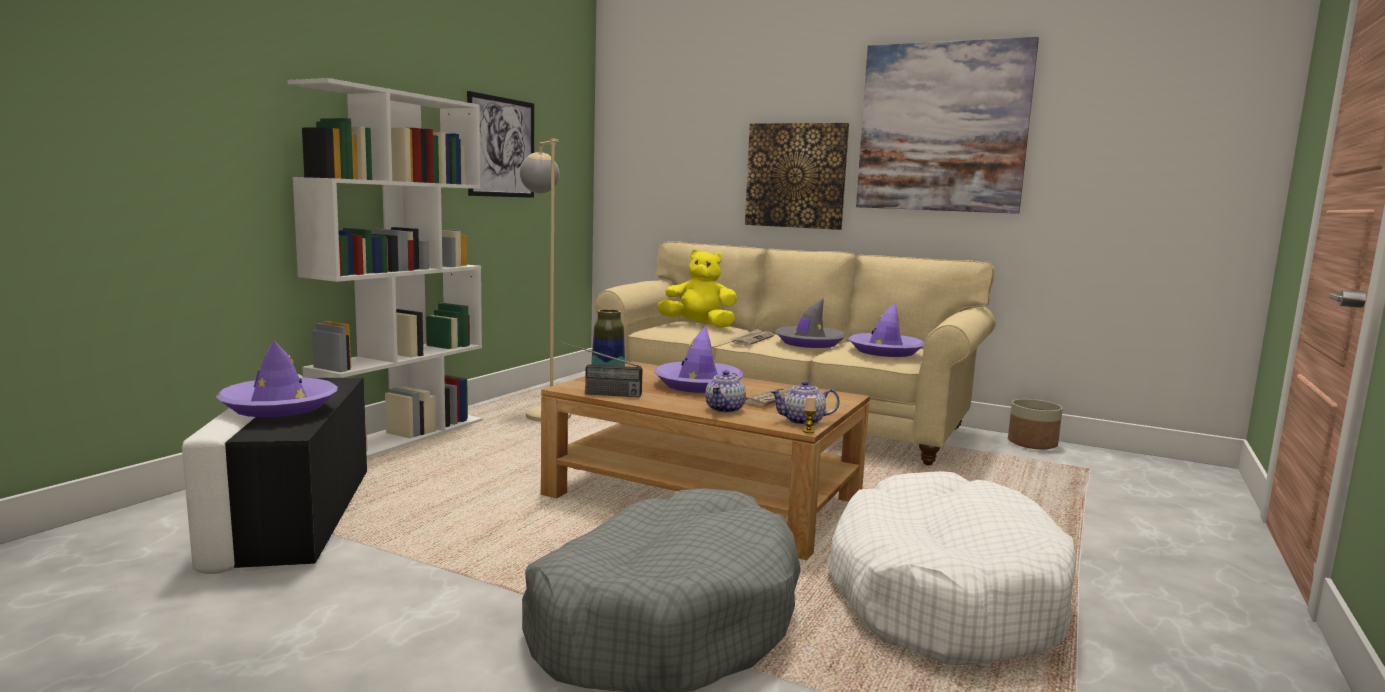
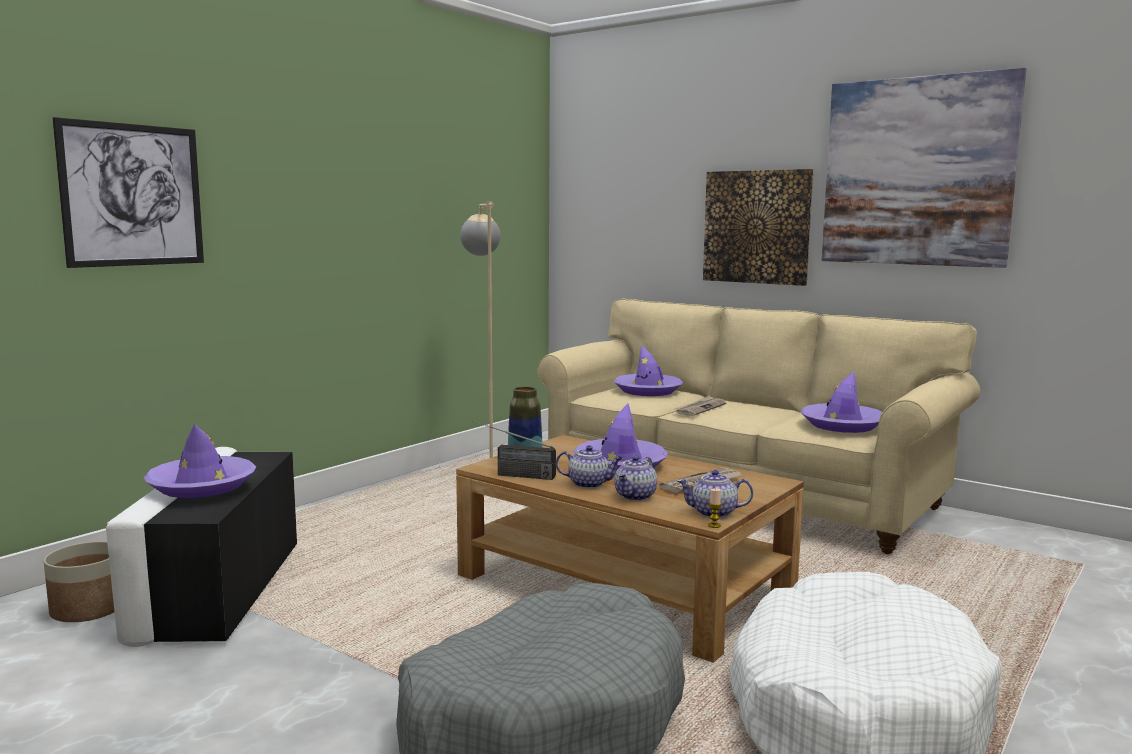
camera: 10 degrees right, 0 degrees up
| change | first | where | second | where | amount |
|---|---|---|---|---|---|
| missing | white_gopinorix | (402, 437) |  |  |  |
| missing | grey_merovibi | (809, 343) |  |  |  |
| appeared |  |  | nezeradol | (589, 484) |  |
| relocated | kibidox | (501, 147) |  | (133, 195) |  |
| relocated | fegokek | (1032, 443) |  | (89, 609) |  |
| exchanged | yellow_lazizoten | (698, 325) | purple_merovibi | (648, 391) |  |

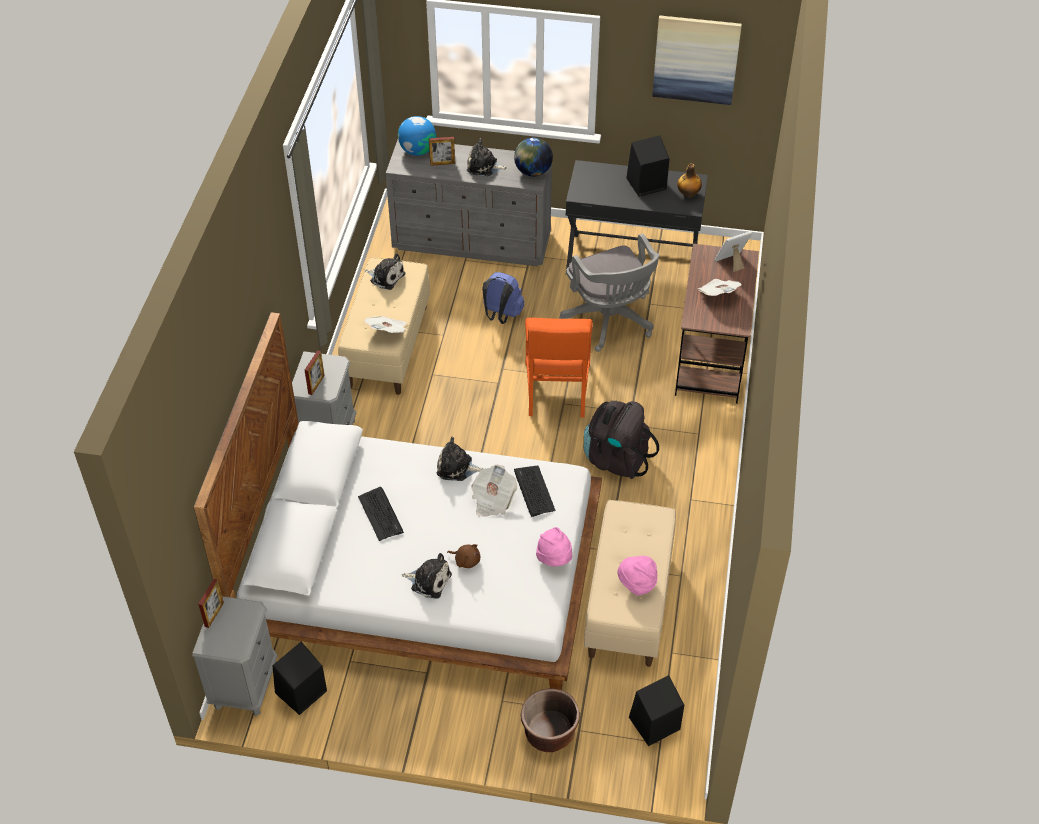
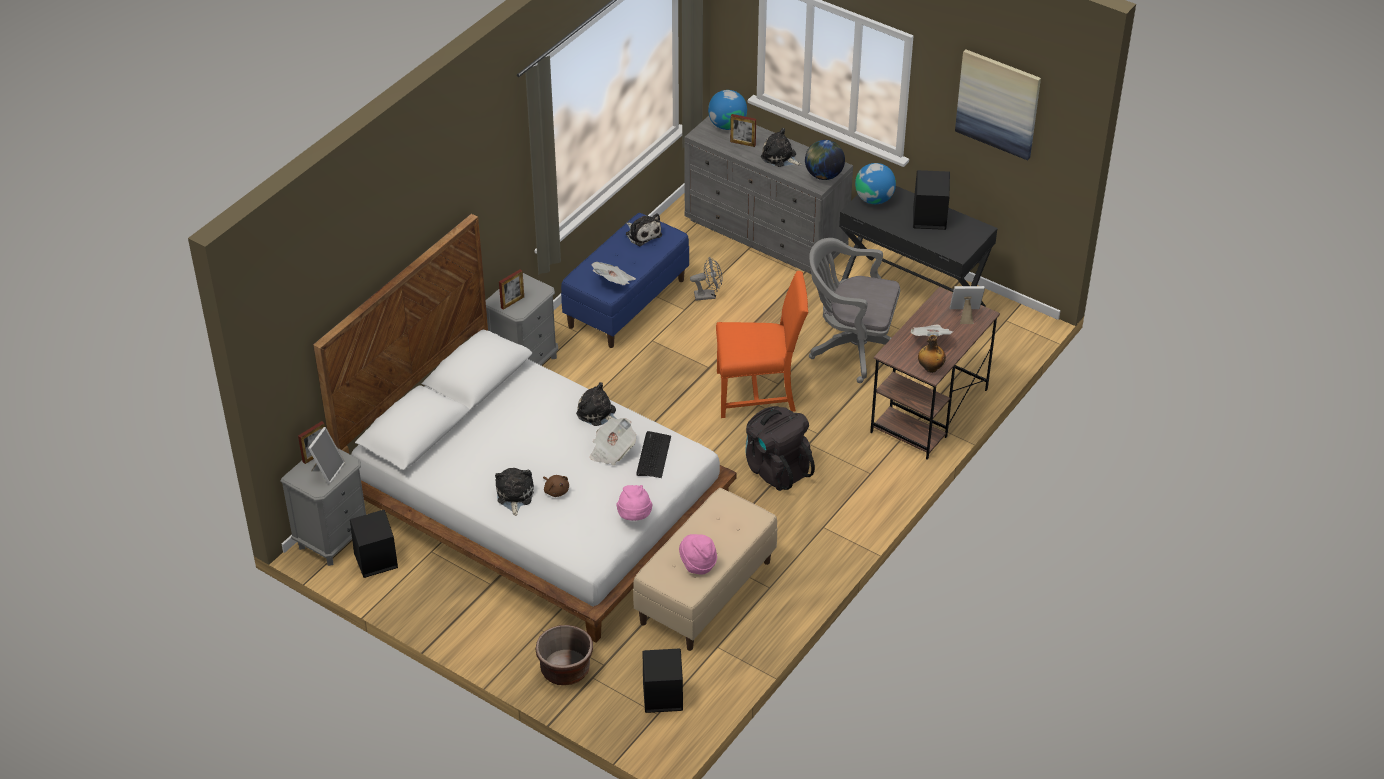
camera: 25 degrees right, 5 degrees down
| change | first | where | second | where | amount |
|---|---|---|---|---|---|
| missing | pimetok | (381, 514) |  |  |  |
| missing | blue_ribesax | (501, 315) |  |  |  |
| appeared |  |  | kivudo | (327, 470) |  |
| appeared |  |  | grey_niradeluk | (708, 295) |  |
| appeared |  |  | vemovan | (874, 199) |  |
| relocated | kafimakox | (688, 194) |  | (930, 368) |  |
| colour | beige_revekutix | (387, 346) | blue_revekutix | (626, 302) |  |
| spun | lazizoten | (429, 580) |  | (514, 496) | 135 degrees counterclockwise |
| spun | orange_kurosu | (557, 391) |  | (759, 392) | 120 degrees counterclockwise |
| spun | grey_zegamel | (610, 322) |  | (852, 347) | 105 degrees clockwise |

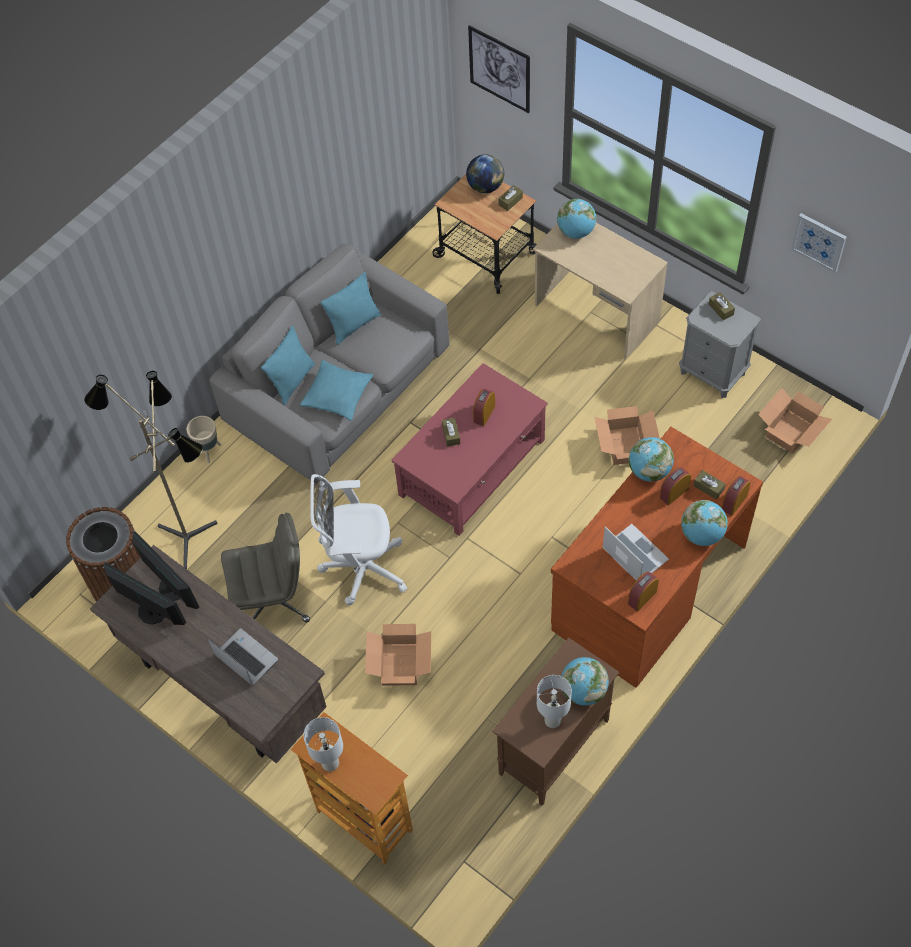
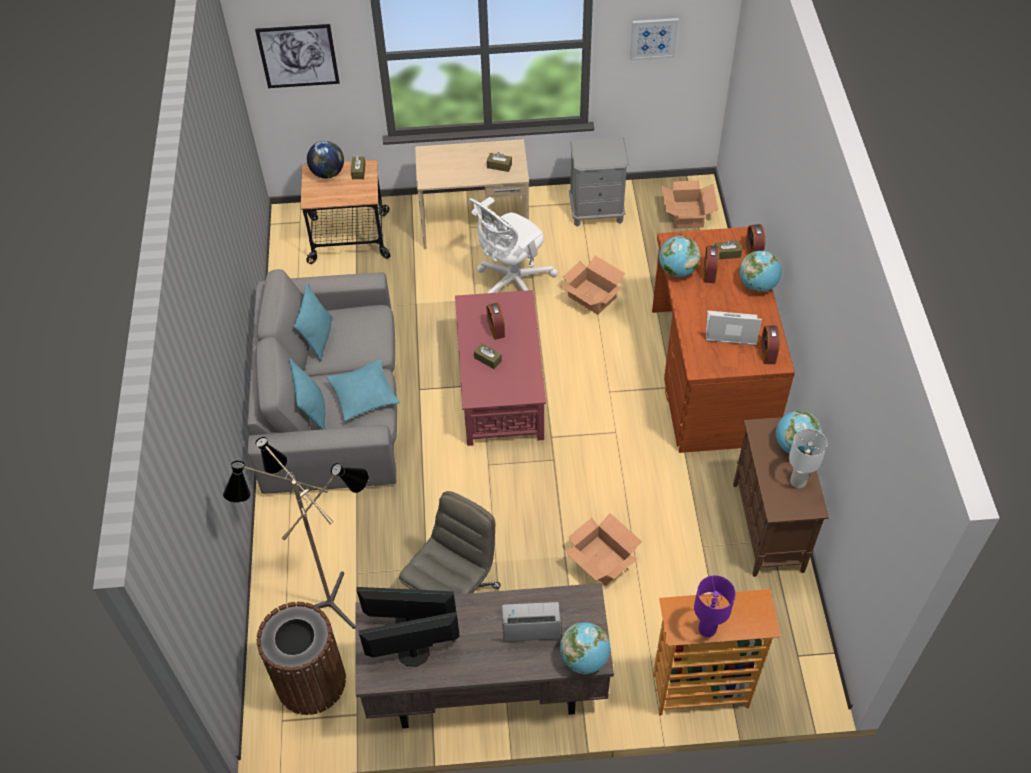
camera: 45 degrees left, 5 degrees down
| change | first | where | second | where | amount |
|---|---|---|---|---|---|
| missing | beige_fegokek | (208, 451) |  |  |  |
| relocated | white_zegamel | (360, 568) |  | (511, 283) |  |
| relocated | vemovan | (576, 232) |  | (584, 659) |  |
| relocated | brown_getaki | (721, 309) |  | (499, 166) |  |
| colour | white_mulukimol | (331, 763) | purple_mulukimol | (707, 628) |  |

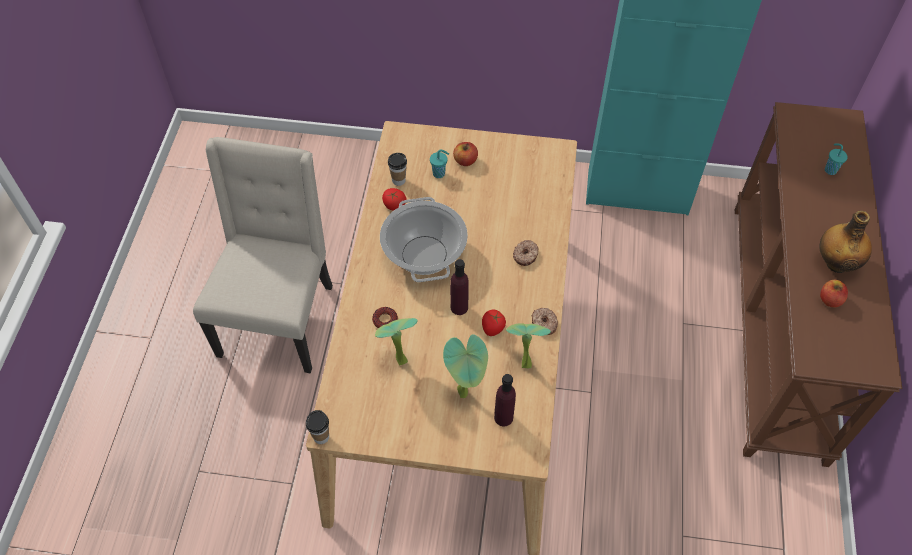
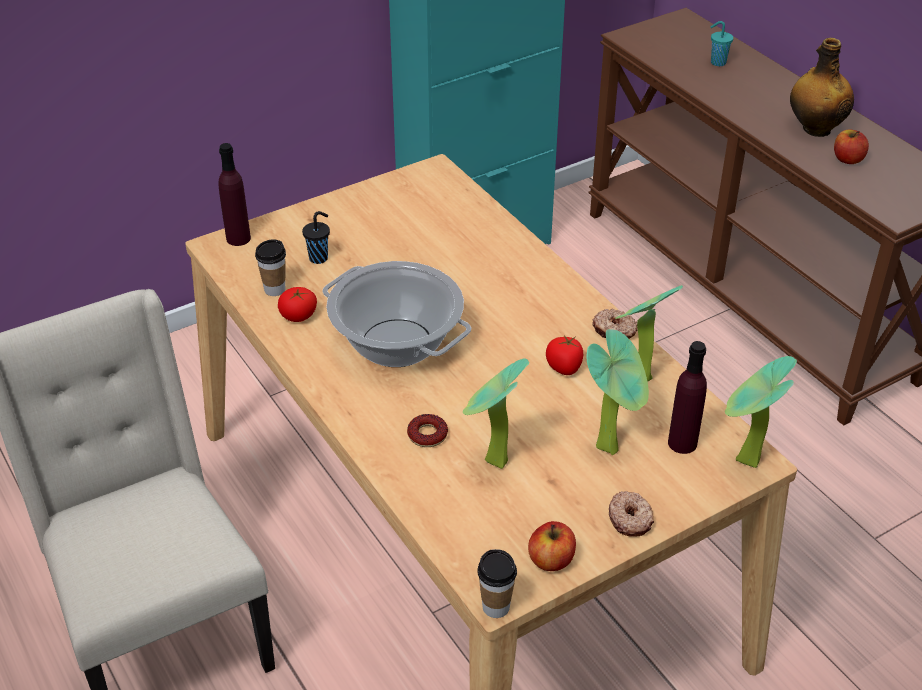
camera: 40 degrees left, 15 degrees down
| change | first | where | second | where | amount |
|---|---|---|---|---|---|
| appeared |  |  | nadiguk | (744, 463) |  |
| relocated | purple_kafimakox | (459, 307) |  | (238, 238) |  |
| relocated | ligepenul | (465, 161) |  | (551, 560) |  |
| relocated | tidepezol | (526, 255) |  | (630, 519) |  |
| colour | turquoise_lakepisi | (439, 173) | black_lakepisi | (319, 258) |  |

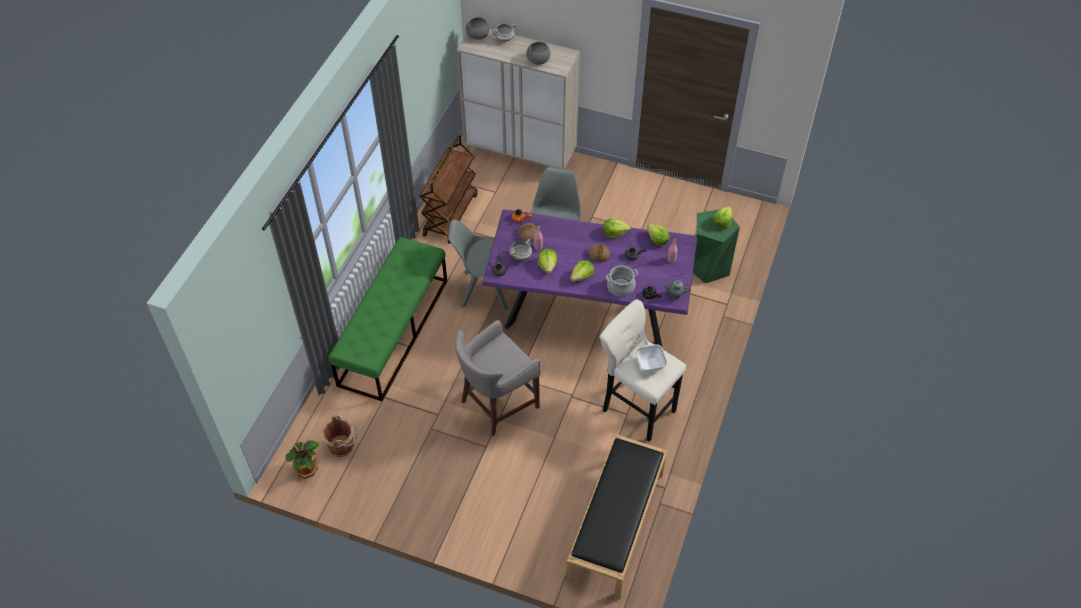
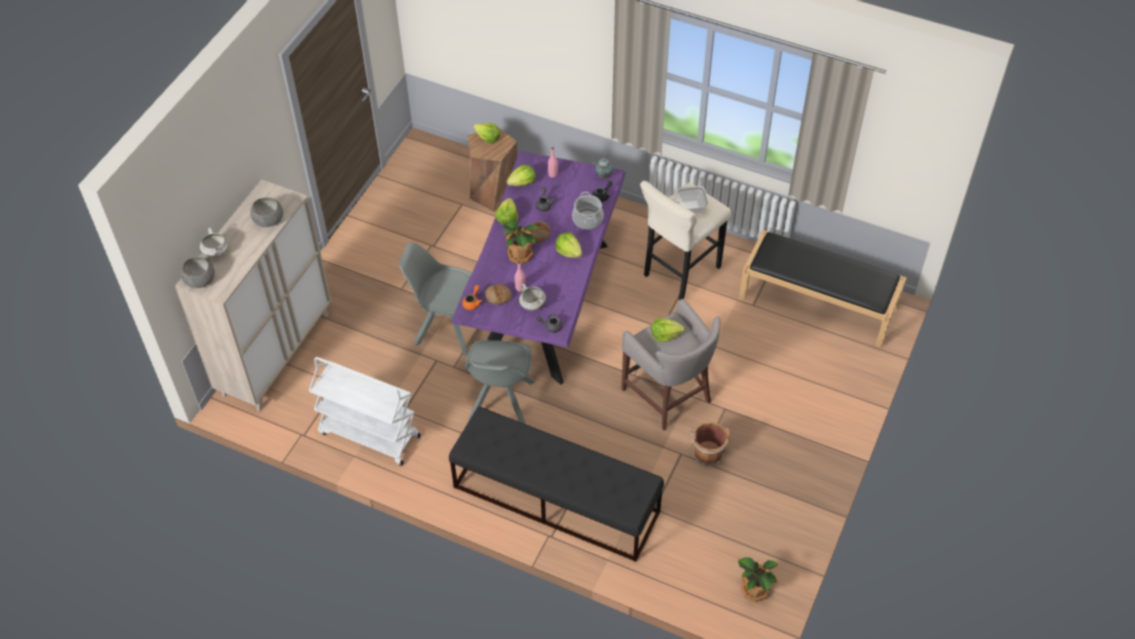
camera: 85 degrees left, 0 degrees up
| change | first | where | second | where | amount |
|---|---|---|---|---|---|
| appeared |  |  | nadiguk | (520, 255) |  |
| relocated | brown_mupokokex | (342, 445) |  | (707, 452) |  |
| relocated | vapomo | (548, 265) |  | (665, 334) |  |
| colour | green_revekutix | (394, 331) | black_revekutix | (555, 499) |  |
| colour | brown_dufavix | (450, 214) | white_dufavix | (368, 435) |  |
| colour | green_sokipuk | (708, 266) | brown_sokipuk | (494, 193) |  |

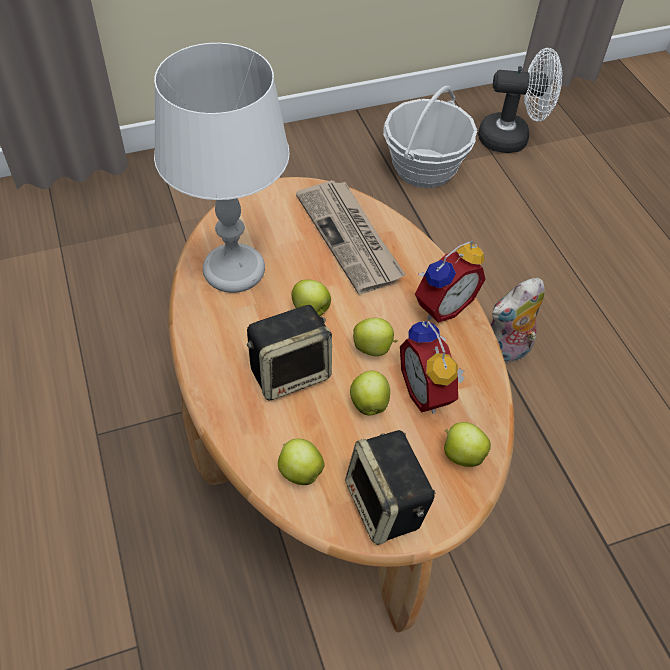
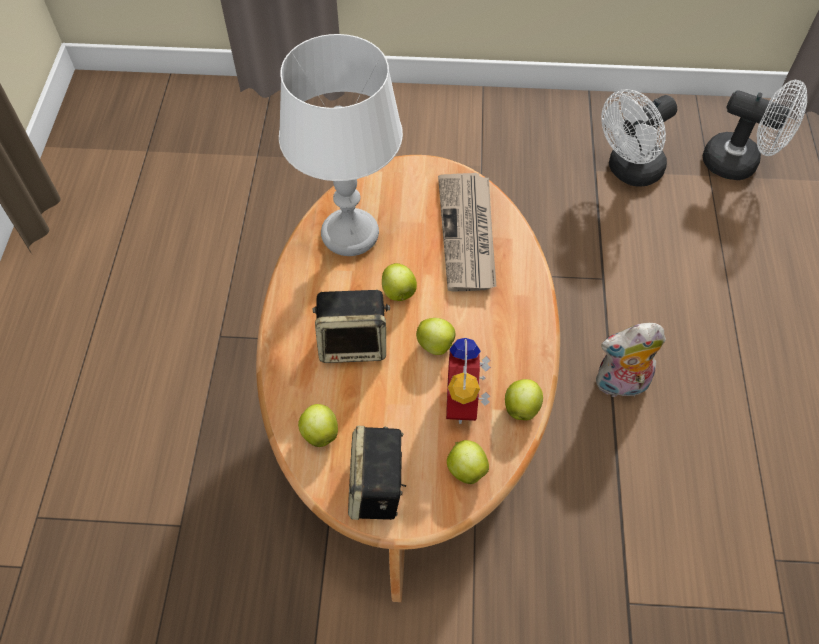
camera: 25 degrees right, 5 degrees up
| change | first | where | second | where | amount |
|---|---|---|---|---|---|
| missing | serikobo | (441, 305) |  |  |  |
| relocated | ligepenul | (368, 403) |  | (521, 407) |  |
| exchanged | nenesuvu | (424, 168) | white_niradeluk | (629, 171) |  |

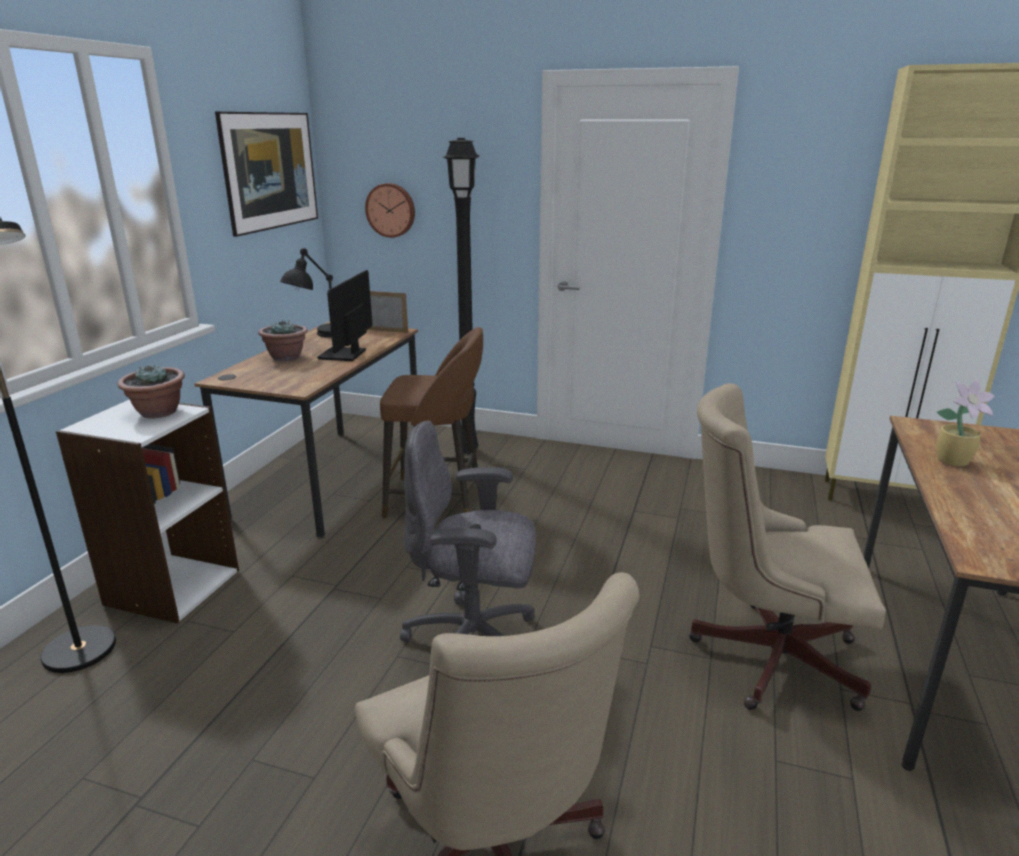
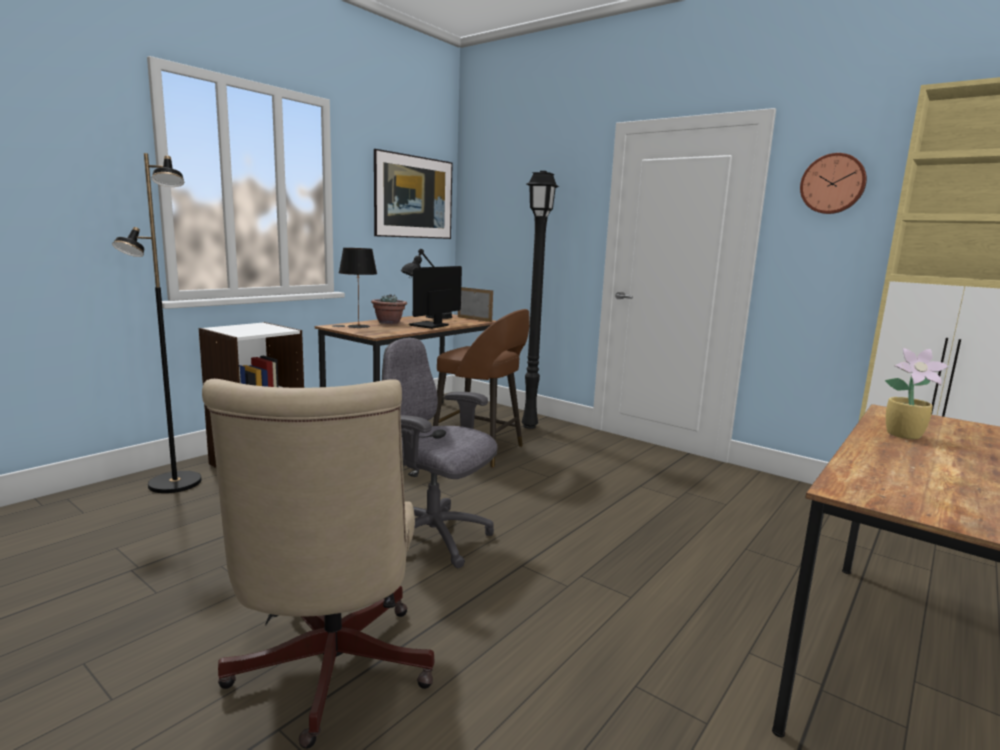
camera: 20 degrees right, 10 degrees down
| change | first | where | second | where | amount |
|---|---|---|---|---|---|
| missing | nadiguk | (158, 413) |  |  |  |
| missing | beige_zegamel | (765, 654) |  |  |  |
| appeared |  |  | black_mulukimol | (359, 326) |  |
| relocated | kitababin | (391, 210) |  | (833, 184) |  |

